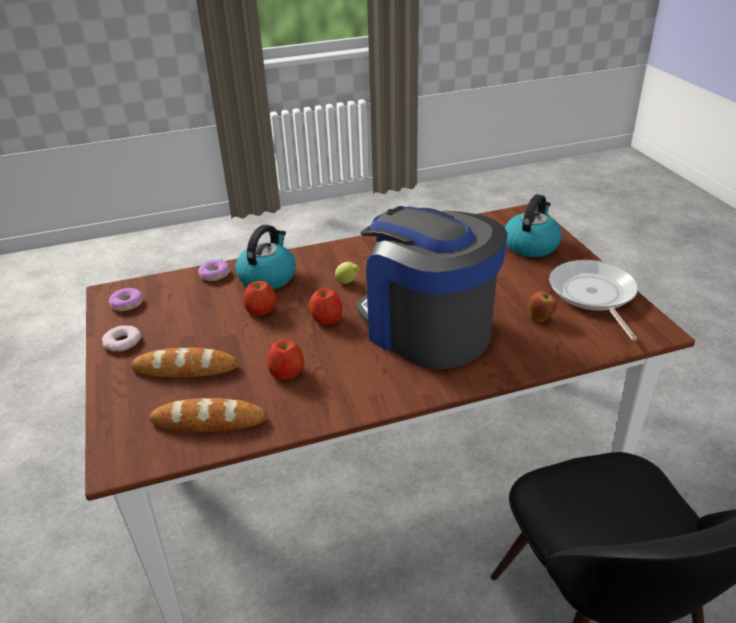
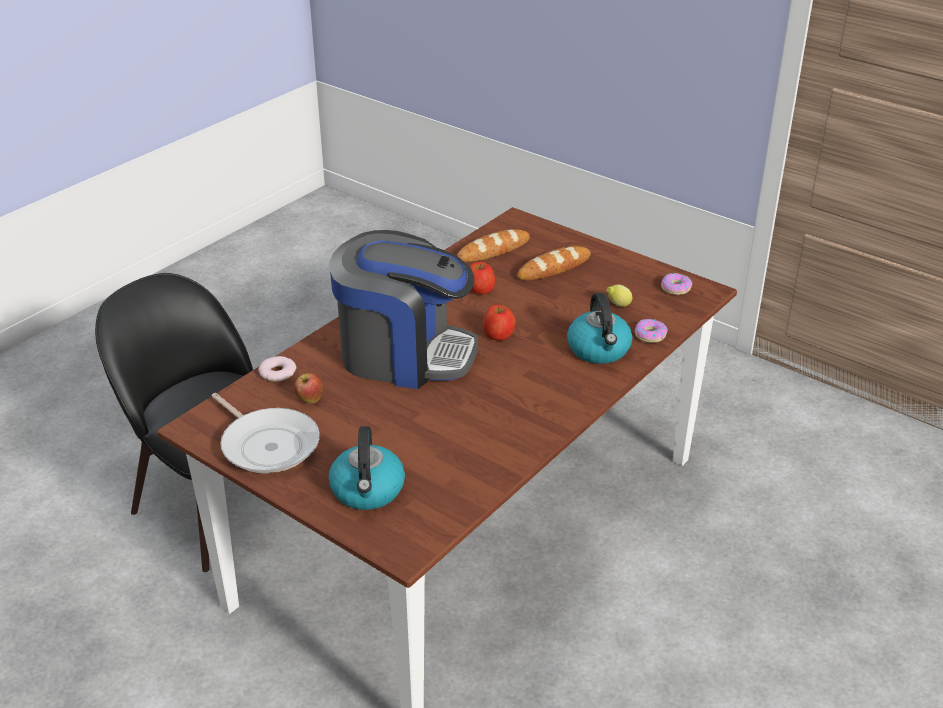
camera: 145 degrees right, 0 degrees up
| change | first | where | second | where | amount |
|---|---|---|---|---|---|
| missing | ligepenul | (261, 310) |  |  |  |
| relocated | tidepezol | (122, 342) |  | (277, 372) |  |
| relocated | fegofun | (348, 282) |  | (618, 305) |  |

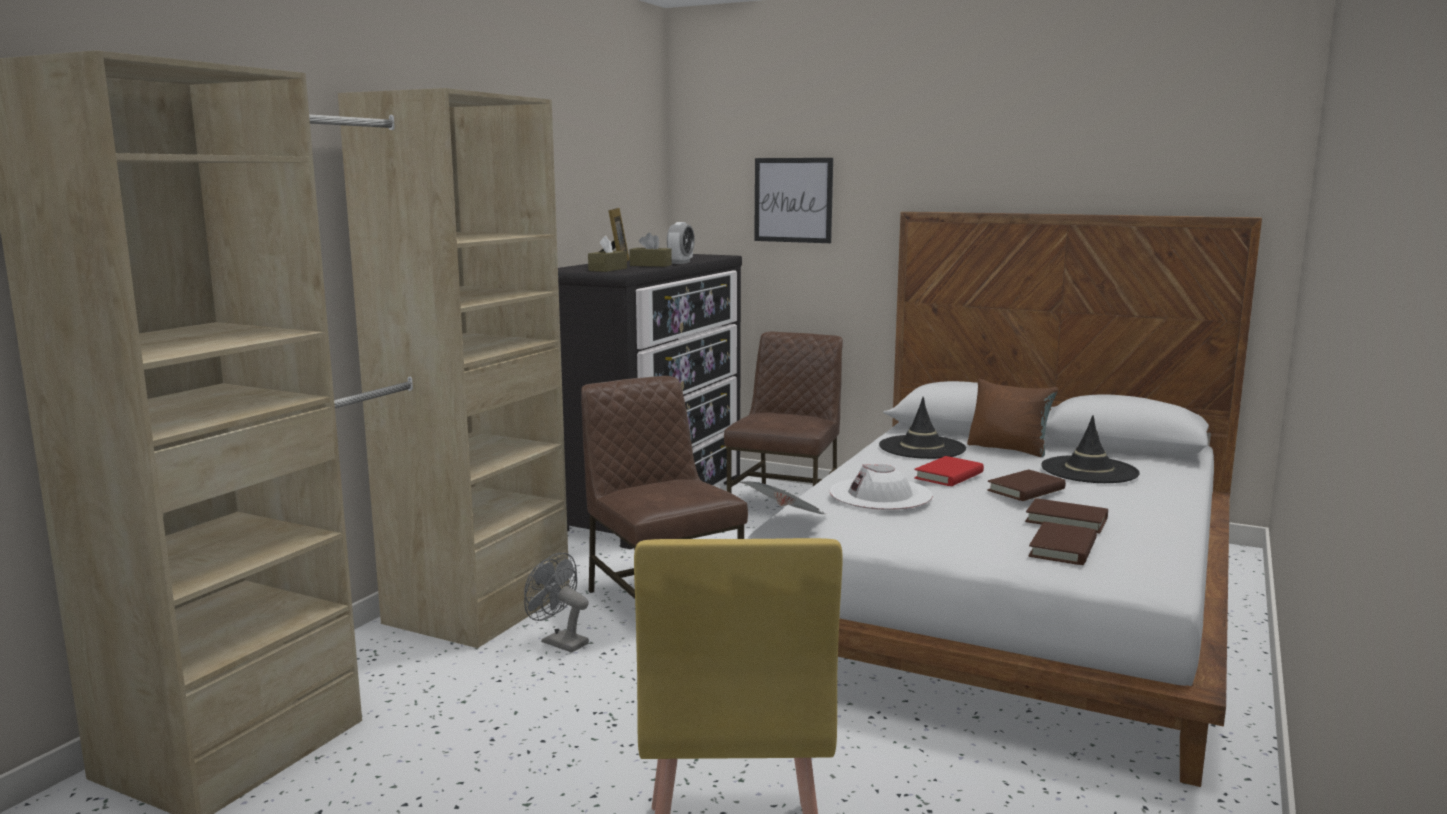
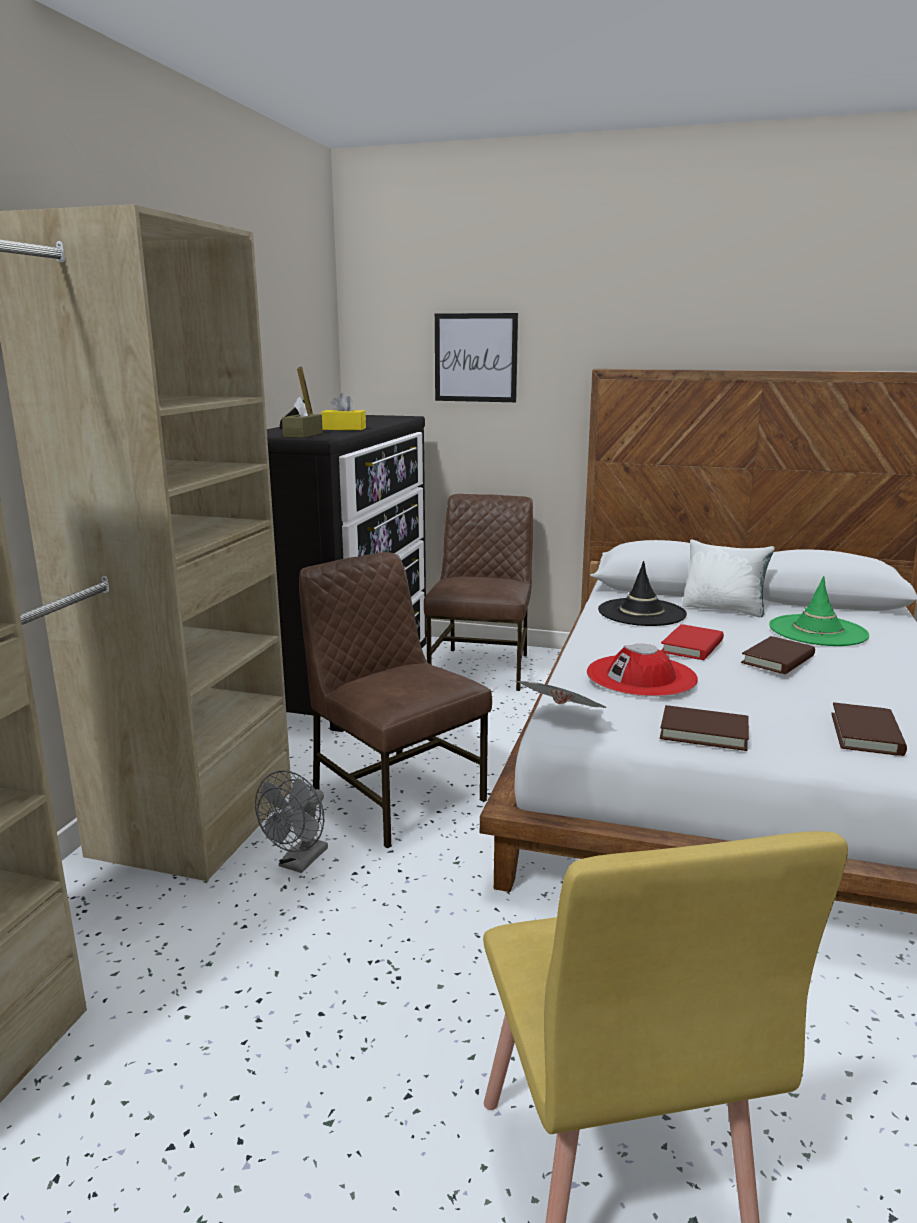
camera: 10 degrees left, 5 degrees up
| change | first | where | second | where | amount |
|---|---|---|---|---|---|
| missing | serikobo | (680, 263) |  |  |  |
| relocated | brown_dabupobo | (1066, 520) |  | (704, 732) |  |
| colour | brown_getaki | (650, 265) | yellow_getaki | (344, 429) |  |
| colour | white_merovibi | (880, 494) | red_merovibi | (641, 676) |  |
| colour | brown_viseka | (1009, 449) | white_viseka | (723, 609) |  |
| colour | black_merovibi | (1089, 470) | green_merovibi | (817, 631) |  |
| spun | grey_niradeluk | (559, 642) |  | (299, 862) | 90 degrees counterclockwise |

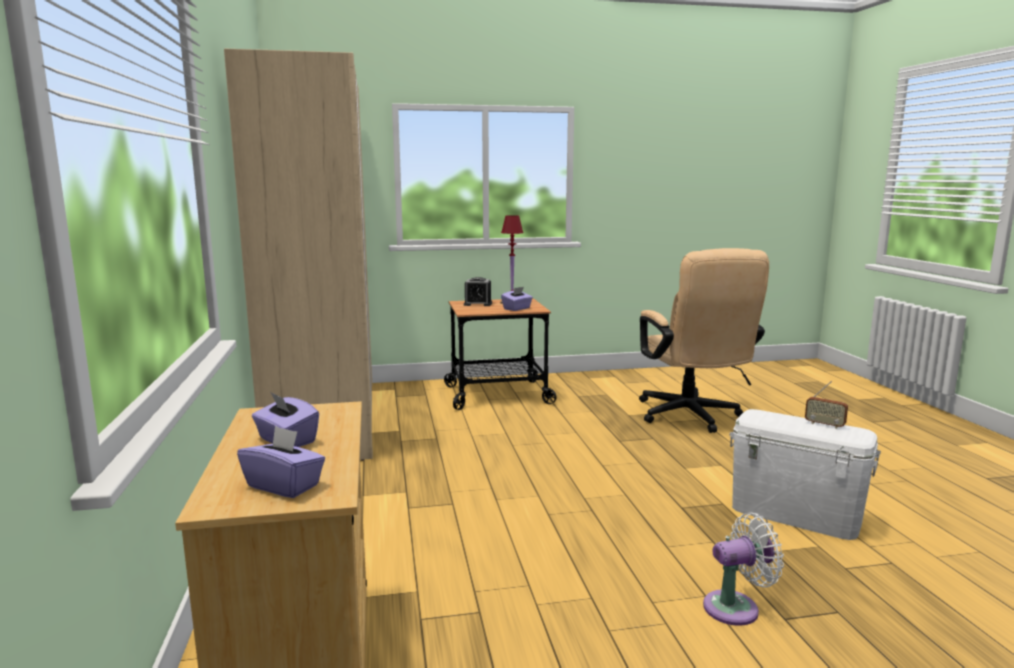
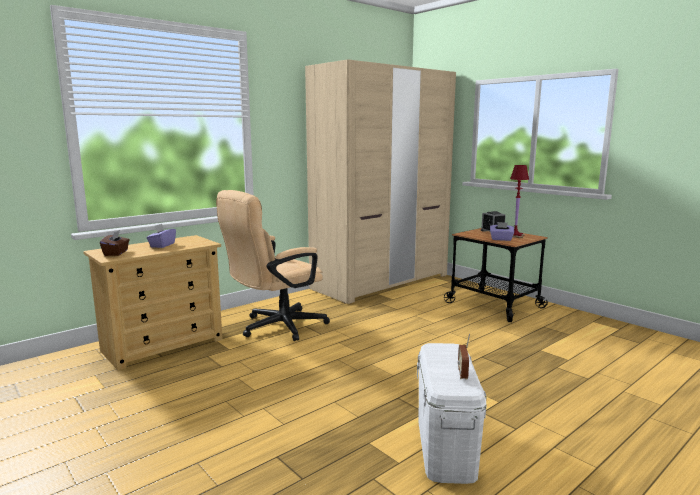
camera: 60 degrees right, 0 degrees up
| change | first | where | second | where | amount |
|---|---|---|---|---|---|
| missing | white_niradeluk | (736, 607) |  |  |  |
| relocated | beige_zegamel | (692, 417) |  | (276, 327) |  |
| colour | purple_getaki | (284, 485) | brown_getaki | (116, 253) |  |

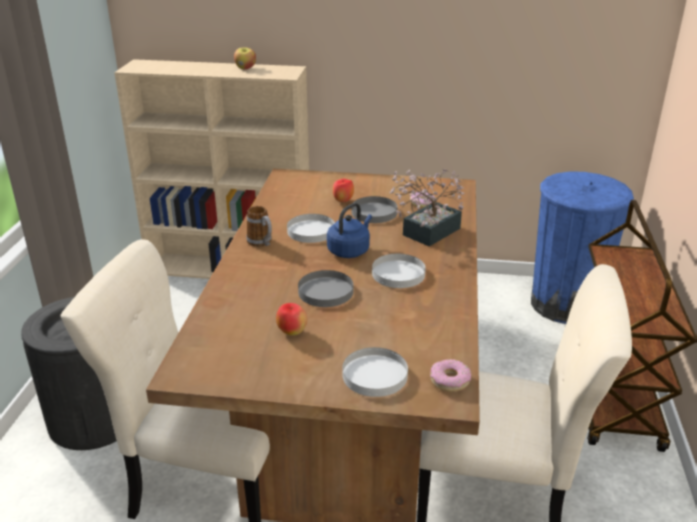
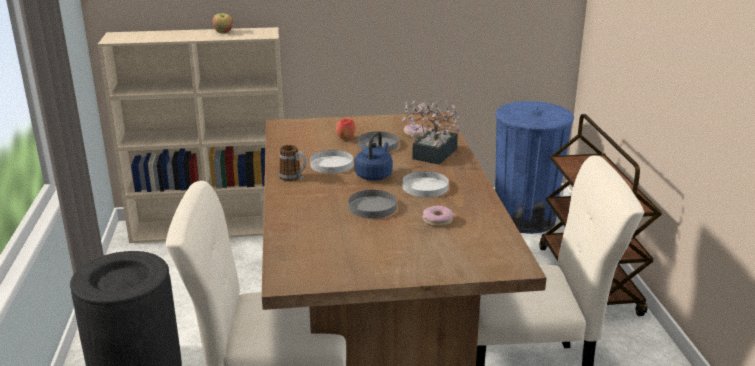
camera: 15 degrees left, 5 degrees down
| change | first | where | second | where | amount |
|---|---|---|---|---|---|
| missing | ligepenul | (292, 332) |  |  |  |
| missing | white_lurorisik | (374, 375) |  |  |  |
| relocated | tidepezol | (449, 380) |  | (437, 220) |  |

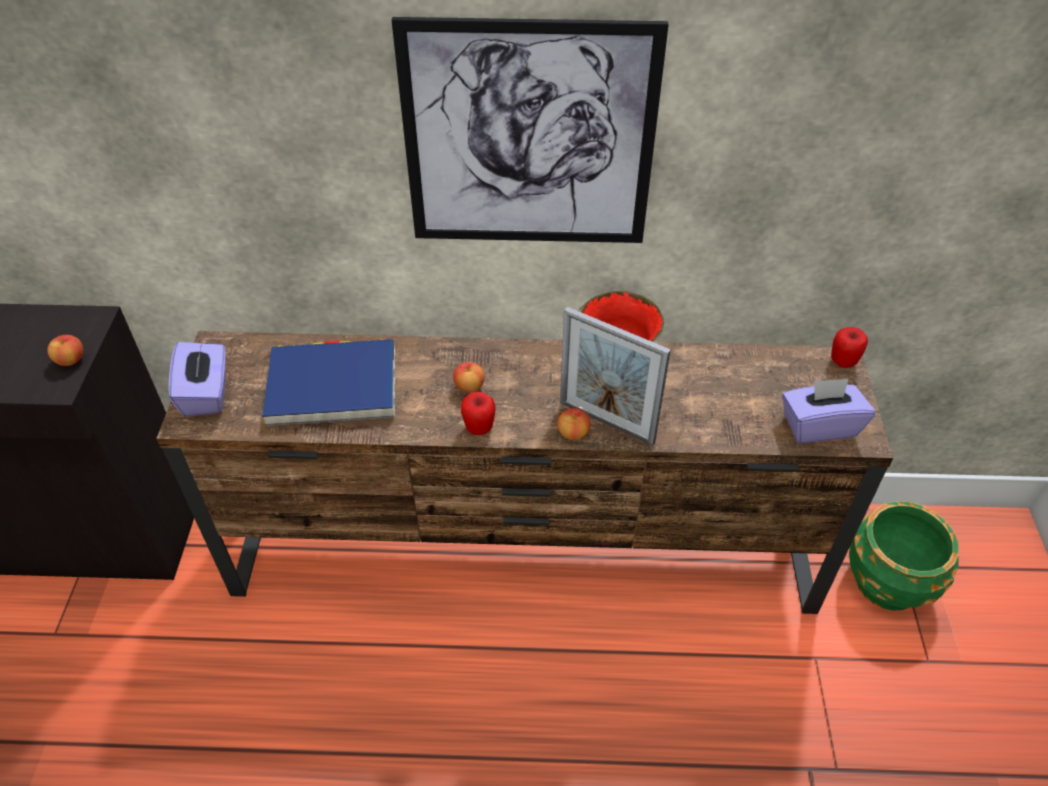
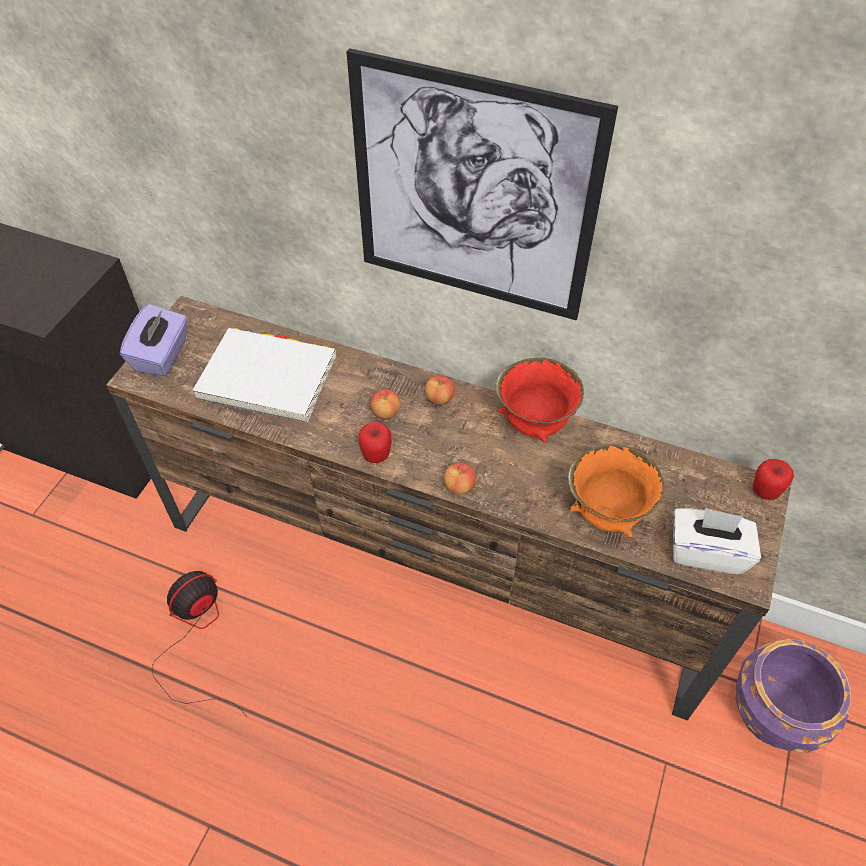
camera: 20 degrees right, 5 degrees up
| change | first | where | second | where | amount |
|---|---|---|---|---|---|
| missing | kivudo | (606, 422) |  |  |  |
| appeared |  |  | niradeluk | (196, 636) |  |
| appeared |  |  | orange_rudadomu | (606, 514) |  |
| relocated | ligepenul | (70, 360) |  | (439, 398) |  |
| colour | blue_dabupobo | (333, 386) | white_dabupobo | (268, 378) |  |
| colour | purple_getaki | (819, 426) | white_getaki | (706, 552) |  |
| colour | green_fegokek | (888, 582) | purple_fegokek | (774, 713) |  |

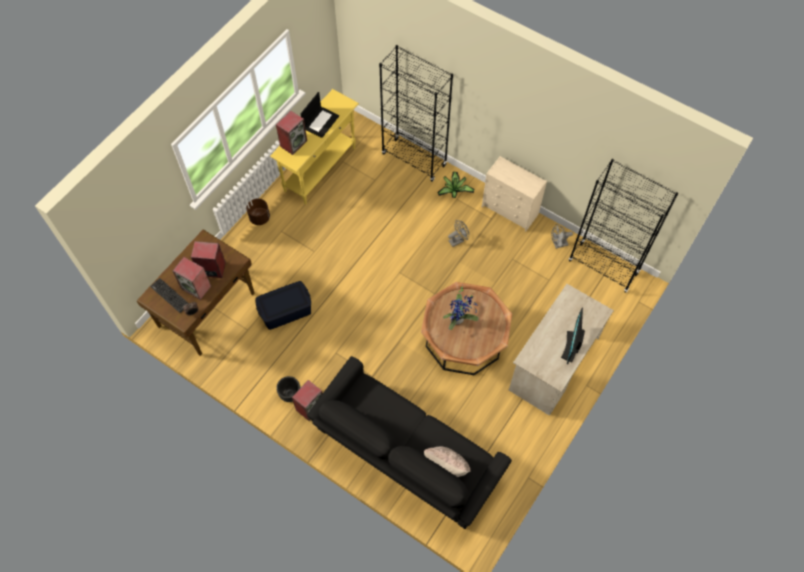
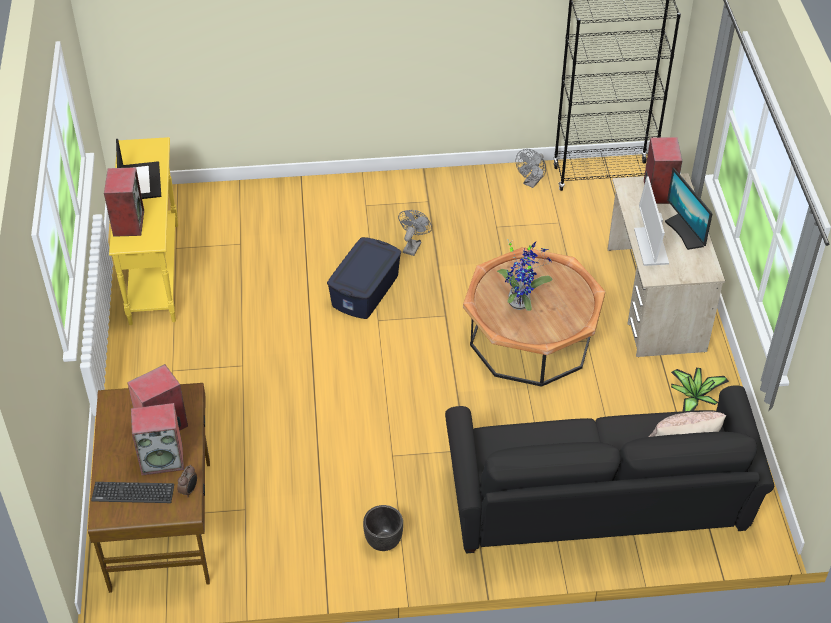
camera: 40 degrees left, 15 degrees down
| change | first | where | second | where | amount |
|---|---|---|---|---|---|
| missing | brown_fegokek | (259, 218) |  |  |  |
| missing | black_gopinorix | (414, 160) |  |  |  |
| missing | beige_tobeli | (510, 211) |  |  |  |
| appeared |  |  | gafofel | (650, 246) |  |
| relocated | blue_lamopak | (286, 311) |  | (366, 290) |  |
| relocated | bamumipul | (310, 406) |  | (658, 191) |  |
| relocated | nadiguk | (454, 190) |  | (694, 396) |  |

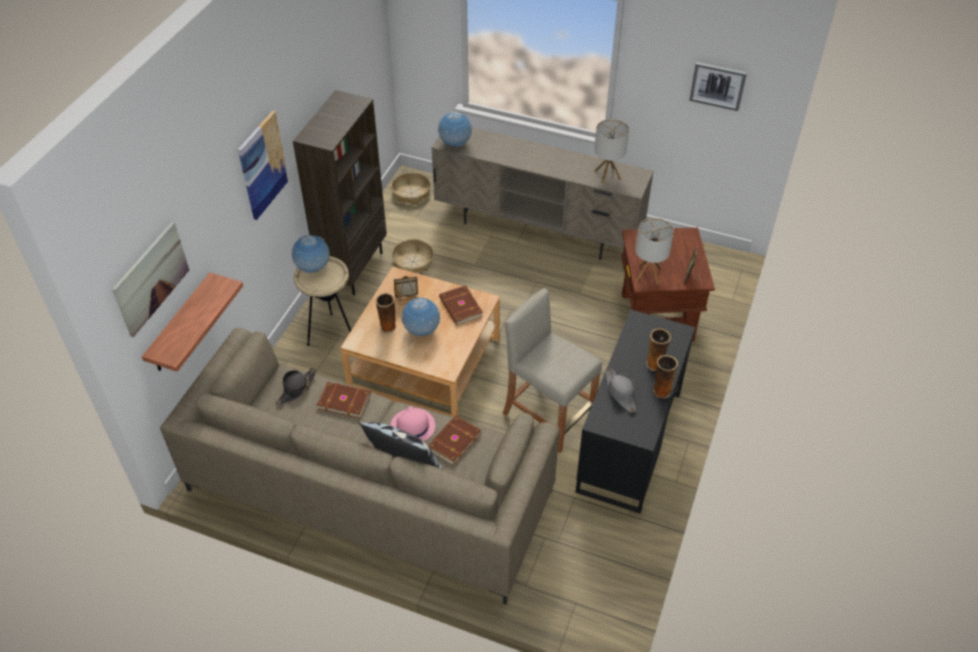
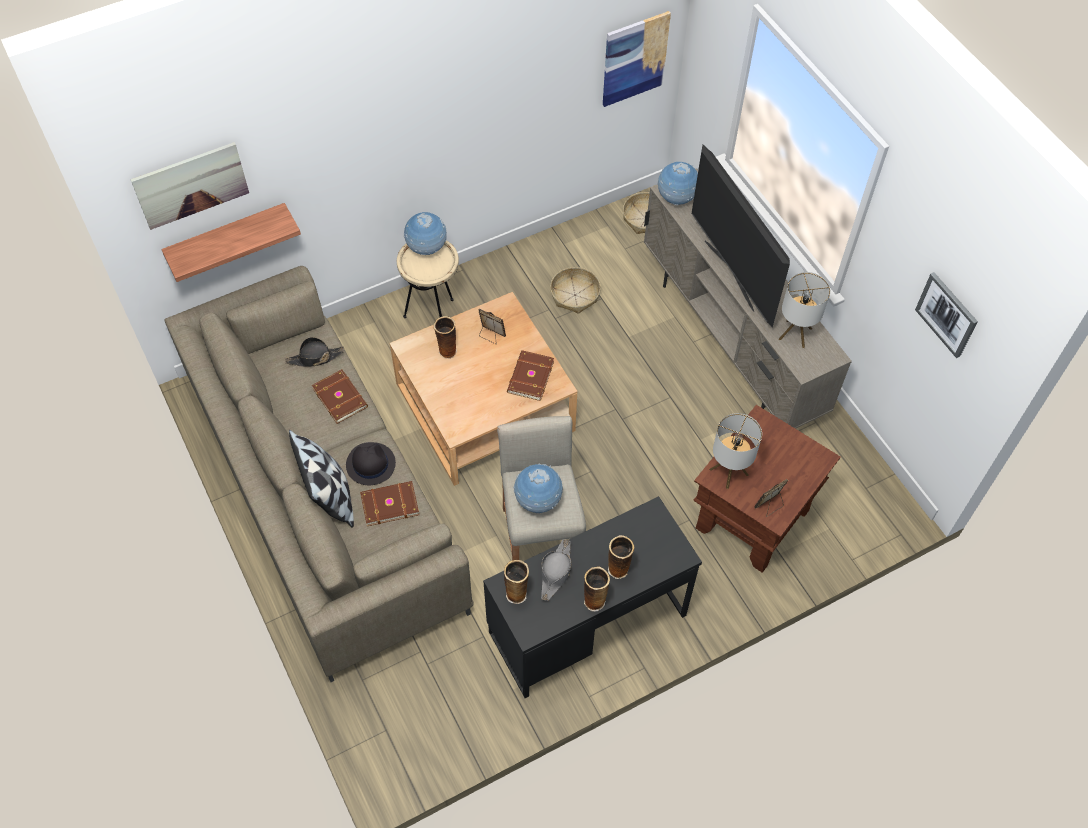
camera: 40 degrees right, 10 degrees up
| change | first | where | second | where | amount |
|---|---|---|---|---|---|
| missing | brown_gopinorix | (354, 269) |  |  |  |
| appeared |  |  | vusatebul | (517, 593) |  |
| appeared |  |  | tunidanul | (730, 275) |  |
| relocated | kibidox | (262, 165) |  | (634, 58) |  |
| relocated | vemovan | (421, 331) |  | (538, 501) |  |
| colour | pink_merovibi | (412, 426) | black_merovibi | (370, 464) |  |

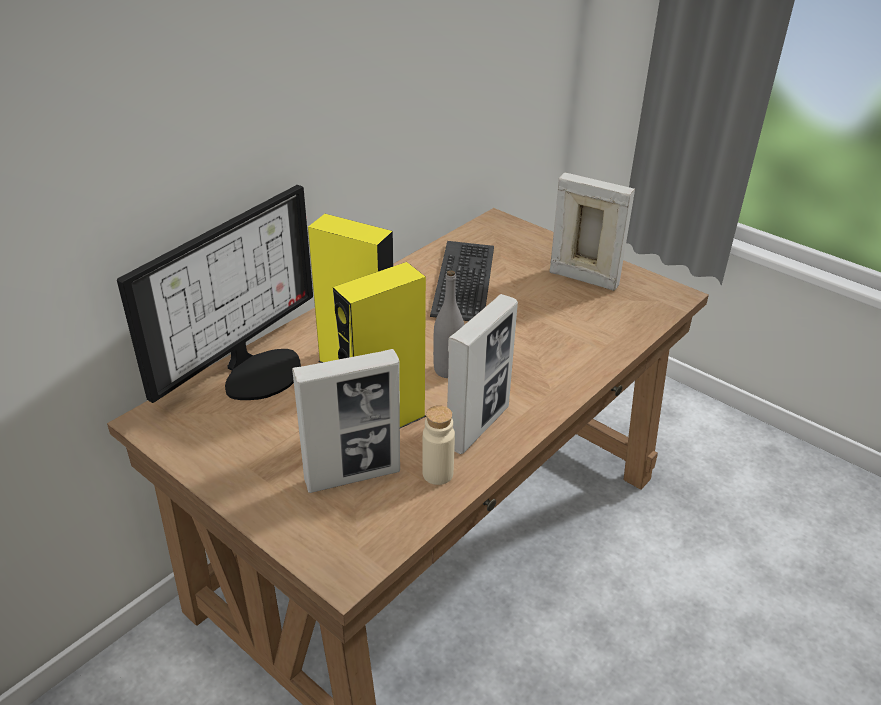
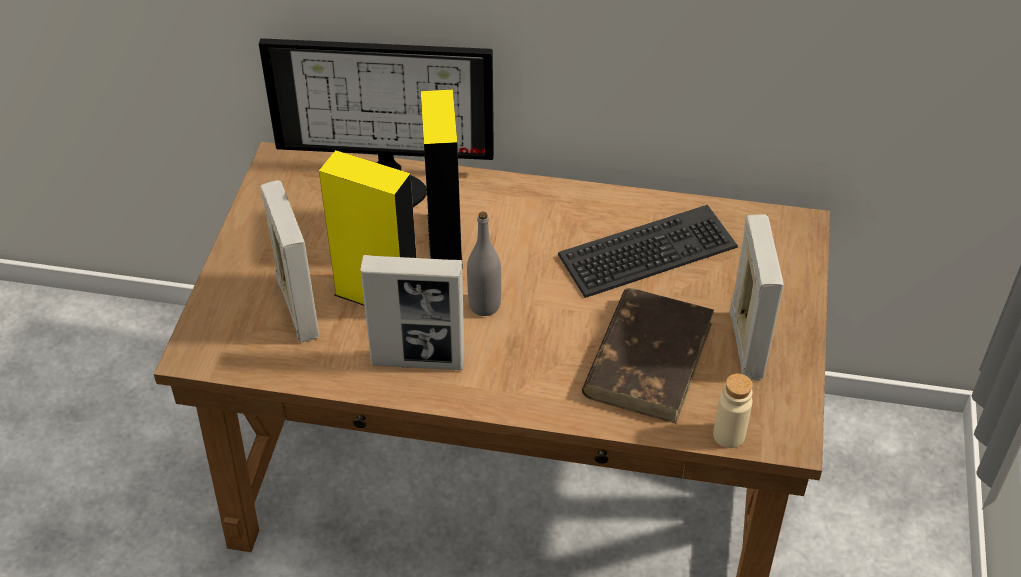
camera: 60 degrees right, 10 degrees up
| change | first | where | second | where | amount |
|---|---|---|---|---|---|
| appeared |  |  | brown_dabupobo | (648, 358) |  |
| relocated | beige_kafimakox | (437, 474) |  | (729, 435) |  |
| spun | kivudo | (353, 476) |  | (298, 309) | 150 degrees counterclockwise |

